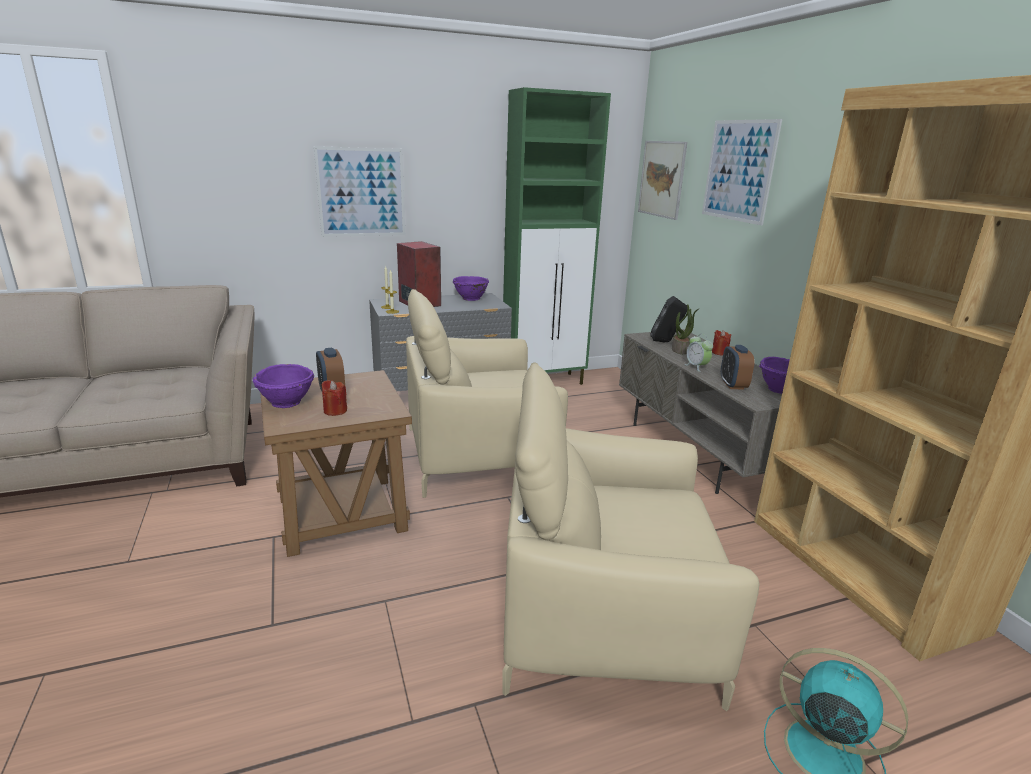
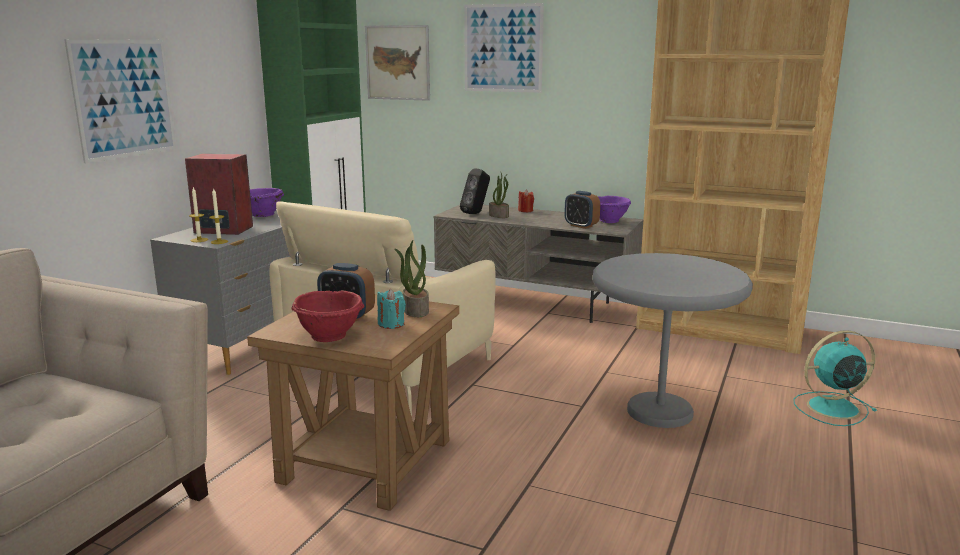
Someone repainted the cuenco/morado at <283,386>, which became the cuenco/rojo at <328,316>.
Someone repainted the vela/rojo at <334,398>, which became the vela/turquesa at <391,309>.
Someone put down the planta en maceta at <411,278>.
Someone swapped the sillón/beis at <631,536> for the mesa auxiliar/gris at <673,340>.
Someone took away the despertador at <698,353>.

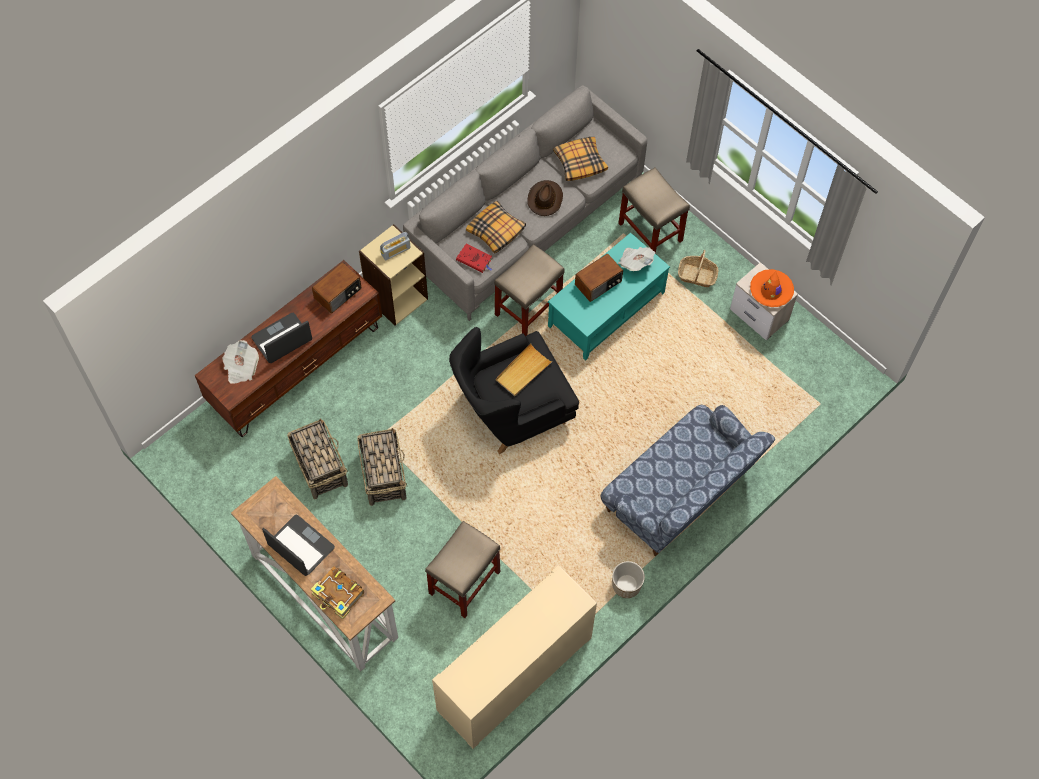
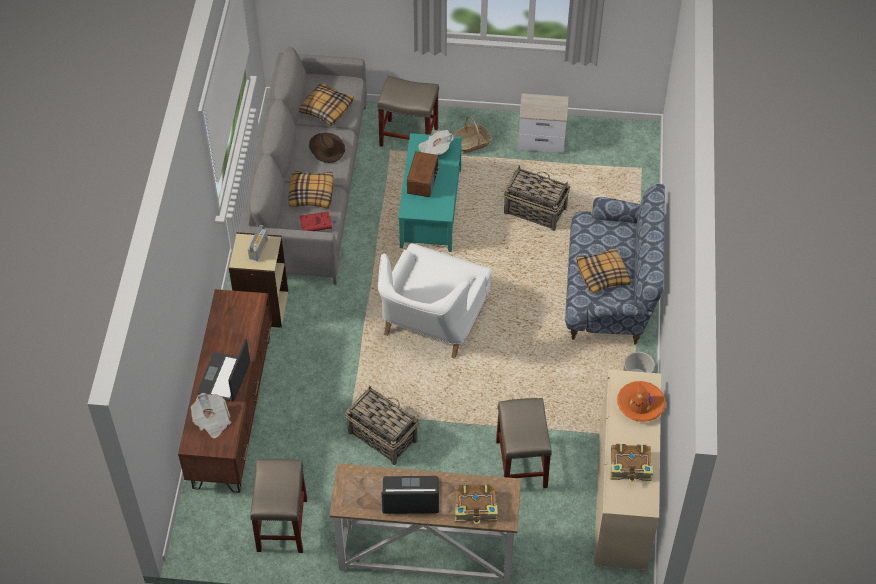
Someone carried the taburete/beis from <529,290> to <278,506>.
Someone repainted the sillón/negro at <514,390>, which became the sillón/blanco at <435,301>.
Someone carried the cesta from <317,459> to <537,198>.
Someone put down the cojín at <603,270>.
Someone put down the libro at <631,463>.
Someone carried the sombrero/naranja from <772,288> to <641,401>.
Someone took away the radio at <337,288>.
Someone took away the bandeja/beis at <524,369>.

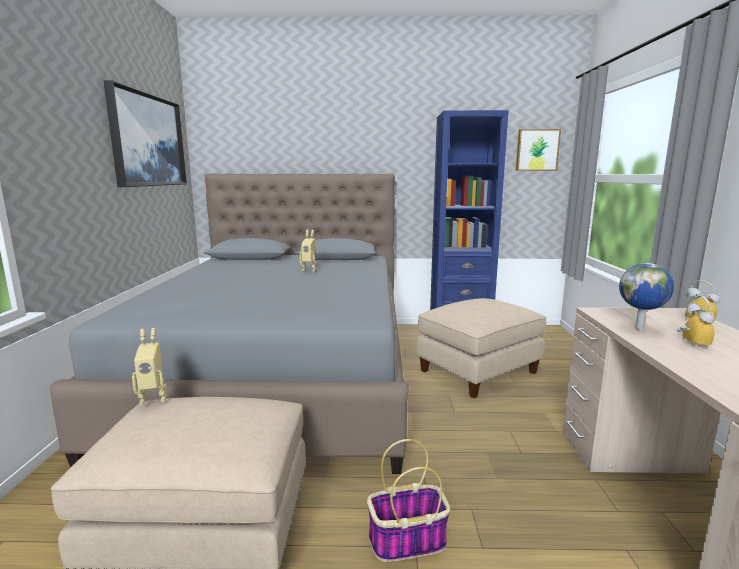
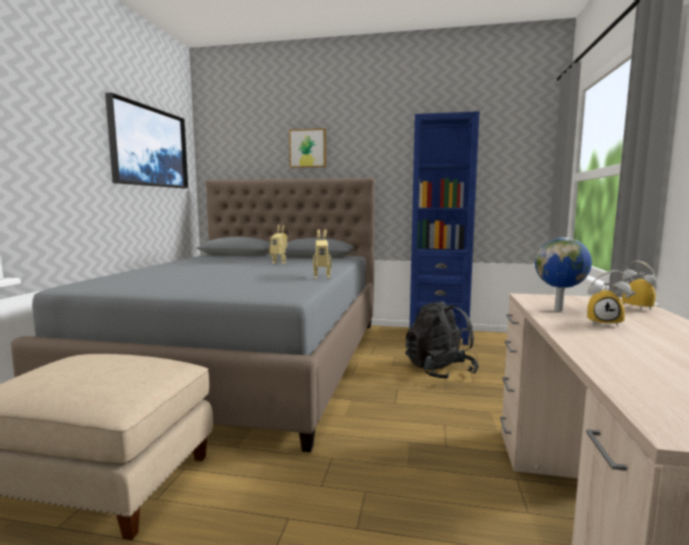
Someone carried the cuadro from <538,150> to <307,148>.
Someone carried the robot de juguete from <149,366> to <322,254>.
Someone swapped the puf/beis at <481,348> for the mochila/negro at <442,340>.
Someone rotated the despertador at <695,322> by 90 degrees clockwise.
Someone took away the cesta at <408,500>.

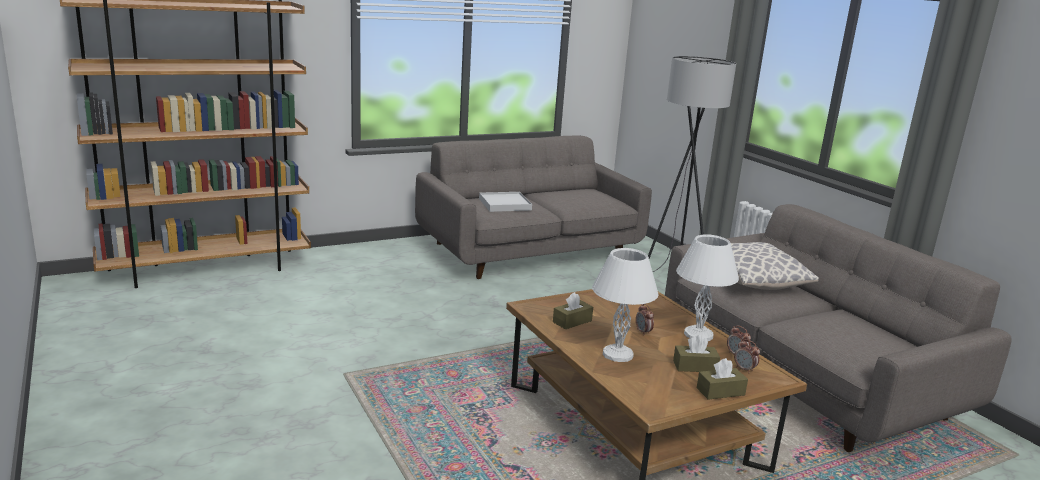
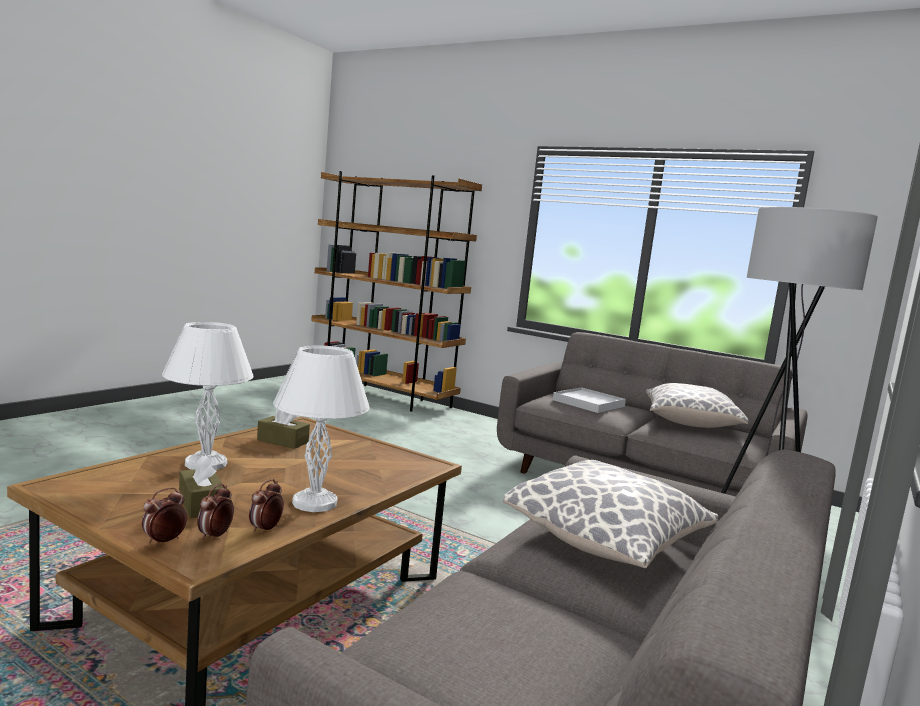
Someone carried the despertador from <645,319> to <164,516>.
Someone put down the cojín at <697,405>.
Someone took away the caja de pañuelos/marrón at <722,379>.

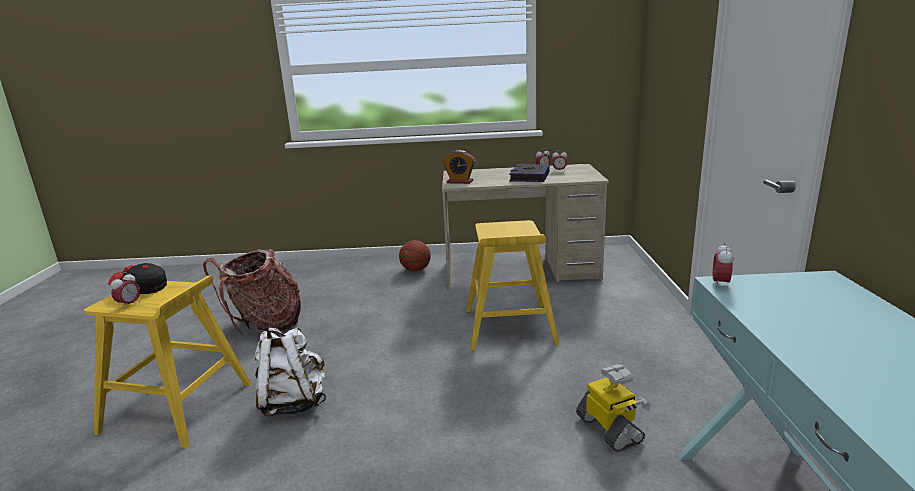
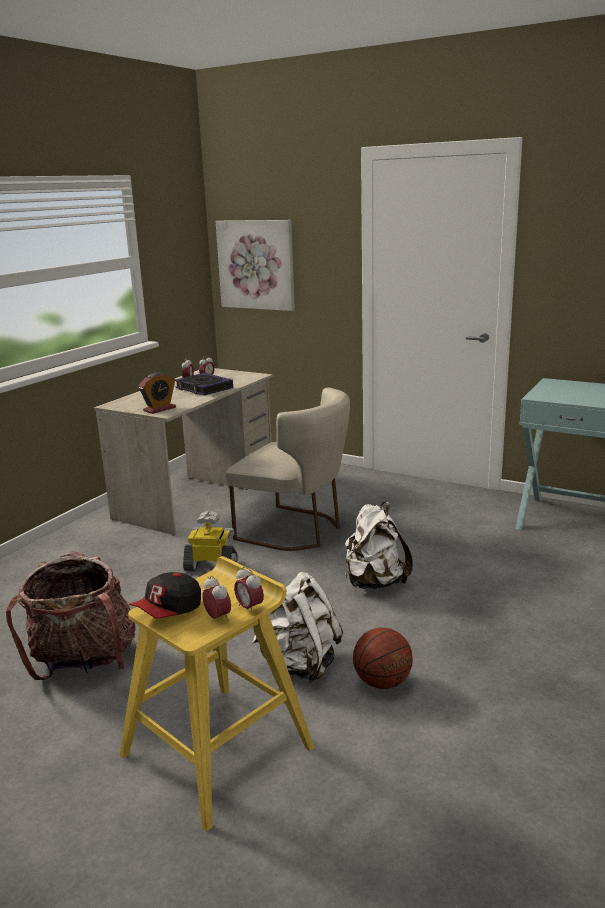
Someone carried the robot de juguete from <613,408> to <210,541>.
Someone put up the cuadro at <255,265>.
Someone swapped the taburete/amarillo at <513,285> for the silla/beis at <288,469>.
Someone carried the despertador from <723,265> to <249,590>.
Someone put down the mochila/blanco at <379,545>.
Someone carried the balón de baloncesto from <415,256> to <383,658>.

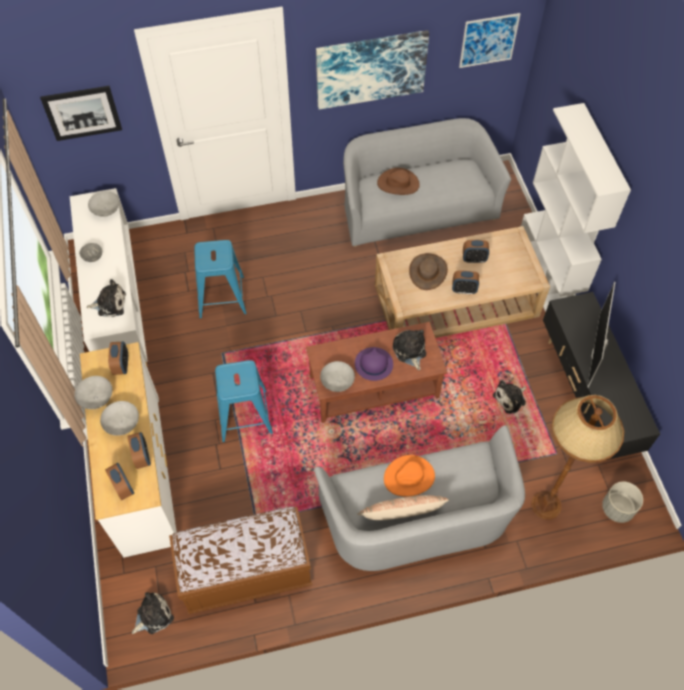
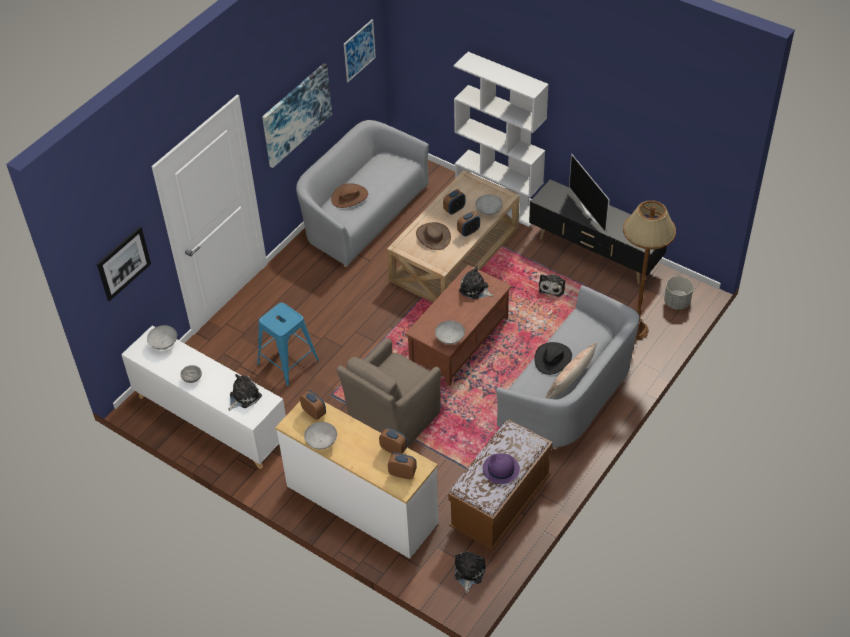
Someone swapped the taburete/azul at <244,401> for the sillón/marrón at <389,392>.
Someone carried the cuenco/gris from <119,418> to <489,204>.
Someone carried the sombrero/morado from <374,364> to <501,468>.
Someone repainted the sombrero/naranja at <409,476>, which became the sombrero/negro at <553,358>.

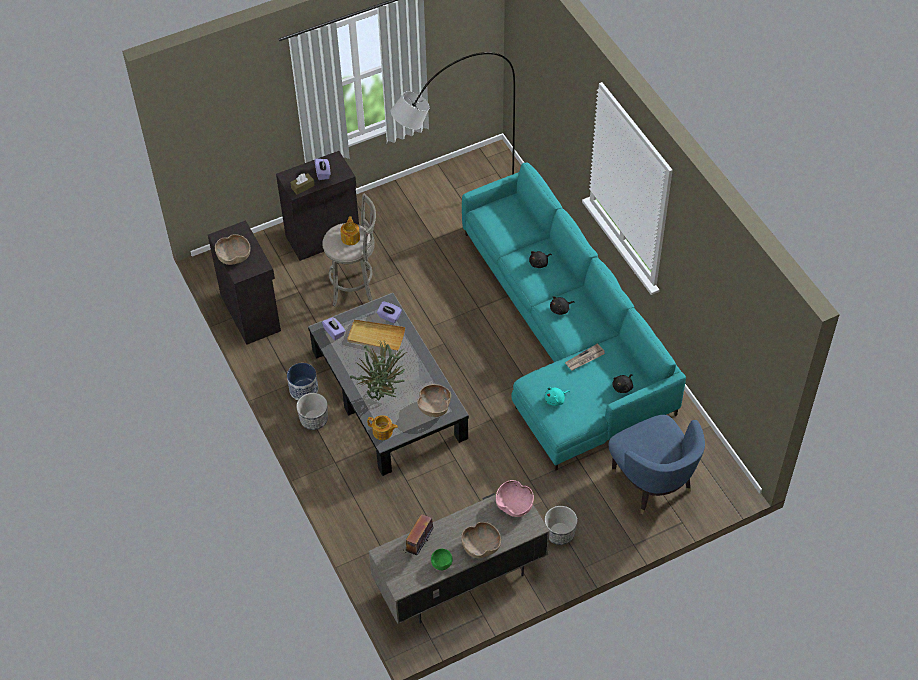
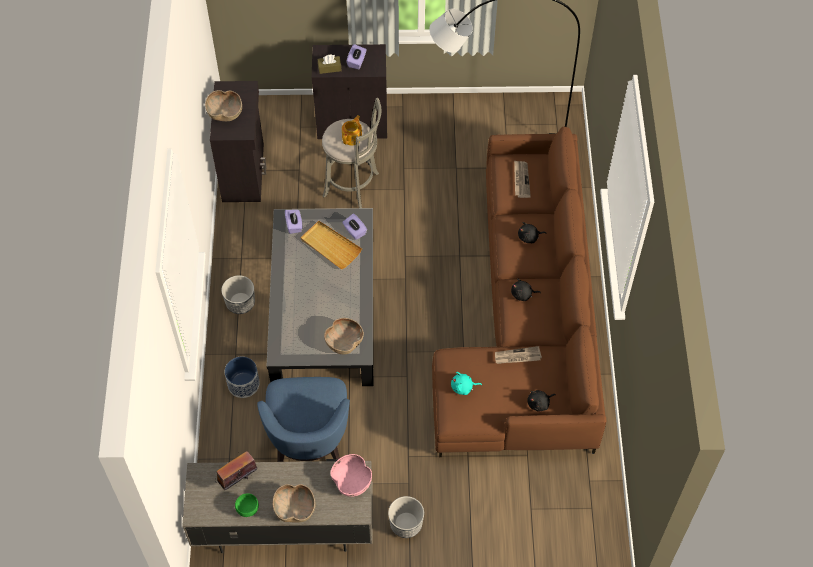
Someone carried the maceta from <302,381> to <242,377>.
Someone carried the sillón/azul from <657,464> to <303,419>.
Someone repainted the sofá/turquesa at <574,316>, which became the sofá/marrón at <519,291>.
Someone put down the periódico at <522,179>.
Someone took away the planta en maceta at <378,370>.
Someone took away the tetera at <382,427>.

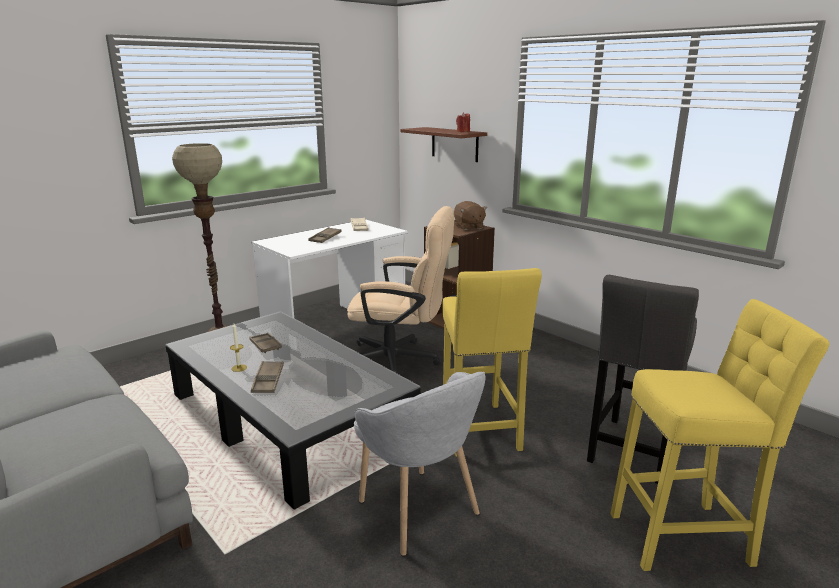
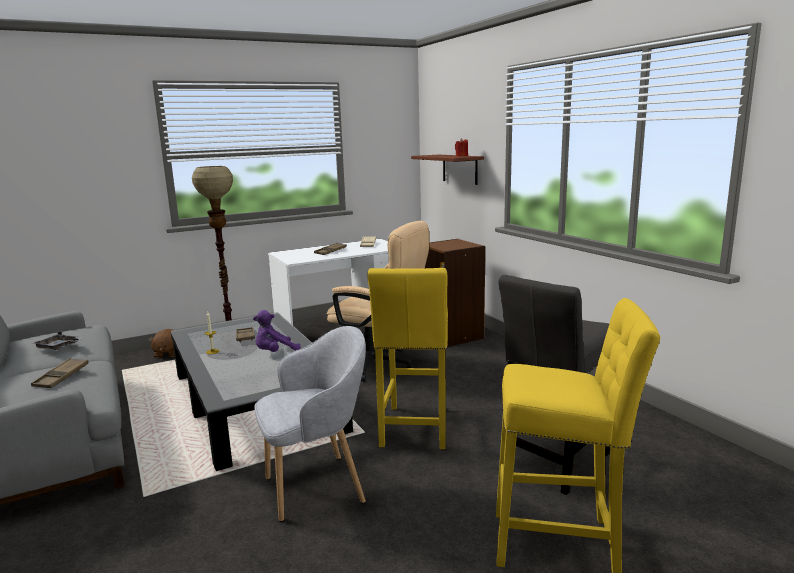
Someone carried the bandeja/marrón from <267,377> to <60,373>.
Someone put down the bandeja/gris at <57,340>.
Someone carried the peluche/marrón from <470,215> to <161,343>.
Someone put down the peluche/morado at <277,331>.
Someone rotated the sillón/gris at <419,464> by 90 degrees counterclockwise.

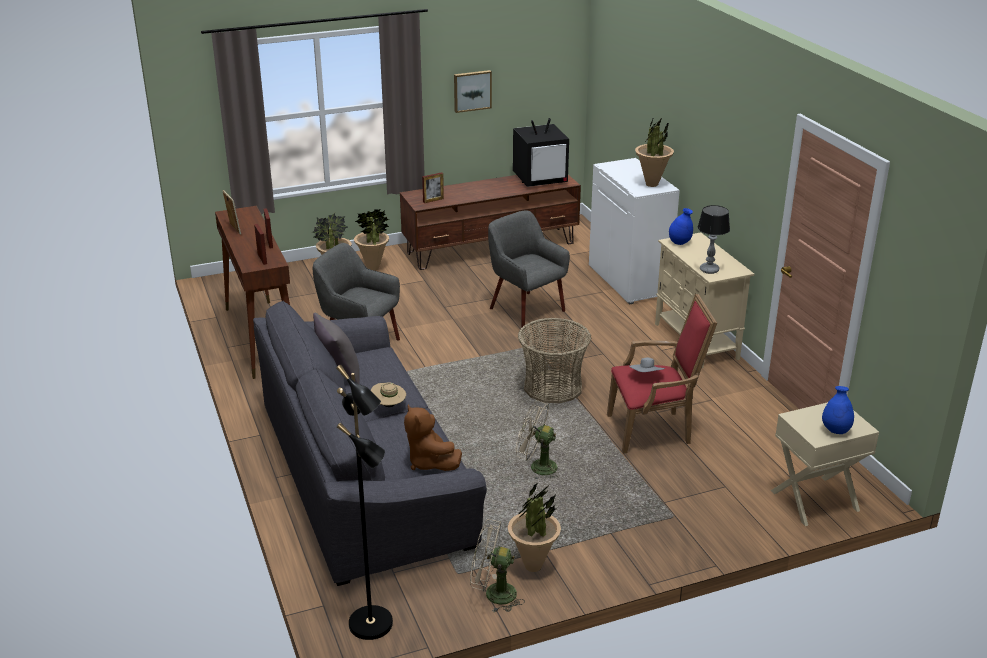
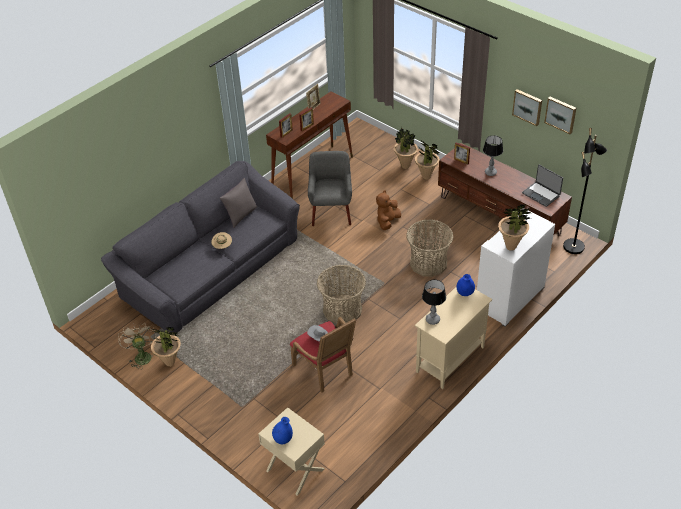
Someone carried the peluche/marrón from <433,437> to <388,210>.
Someone swapped the sillón/gris at <529,269> for the cesta at <430,248>.
Someone put down the lámpara de mesa at <493,155>.
Someone swapped the televisor at <541,152> for the portátil at <542,186>.
Someone put up the cuadro at <560,115>.
Someone carried the lámpara de pie/negro from <364,502> to <585,191>.
Someone took away the ventilador/beis at <537,440>.

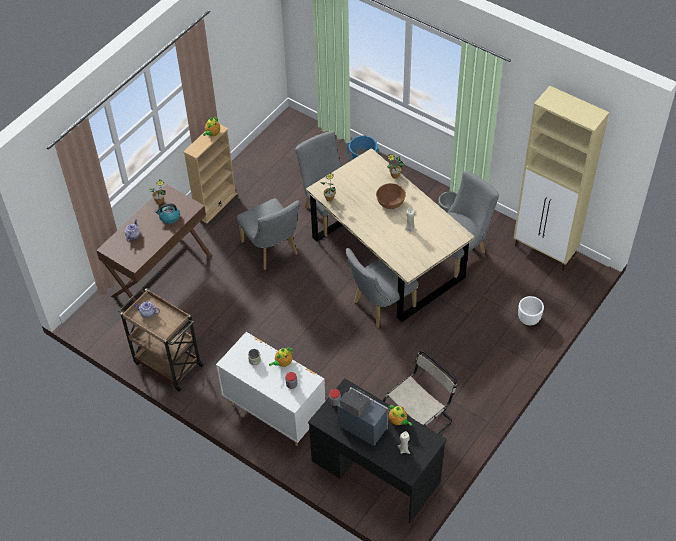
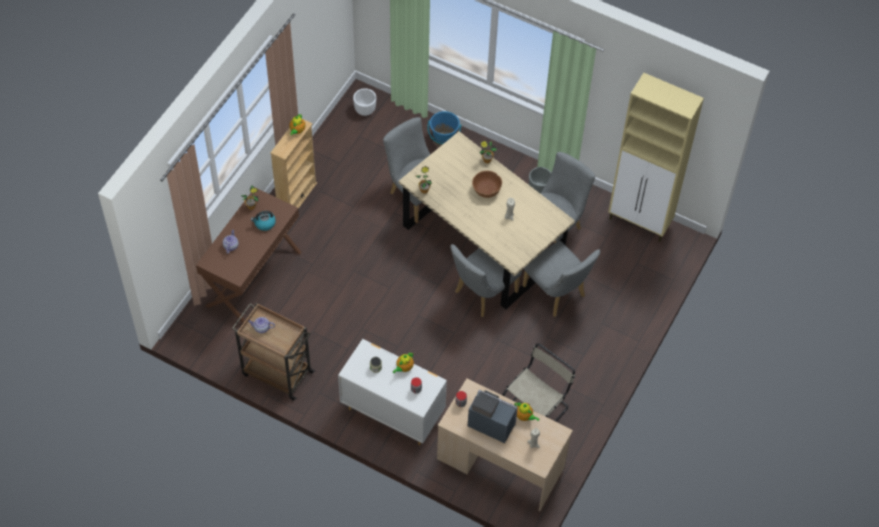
Someone carried the maceta/blanco from <531,310> to <364,102>.
Someone repainted the escritorio/negro at <377,450>, which became the escritorio/beis at <505,444>.
Someone carried the silla/gris from <268,234> to <561,279>.

